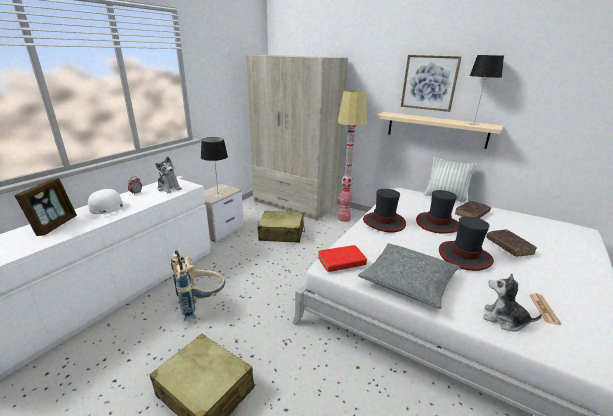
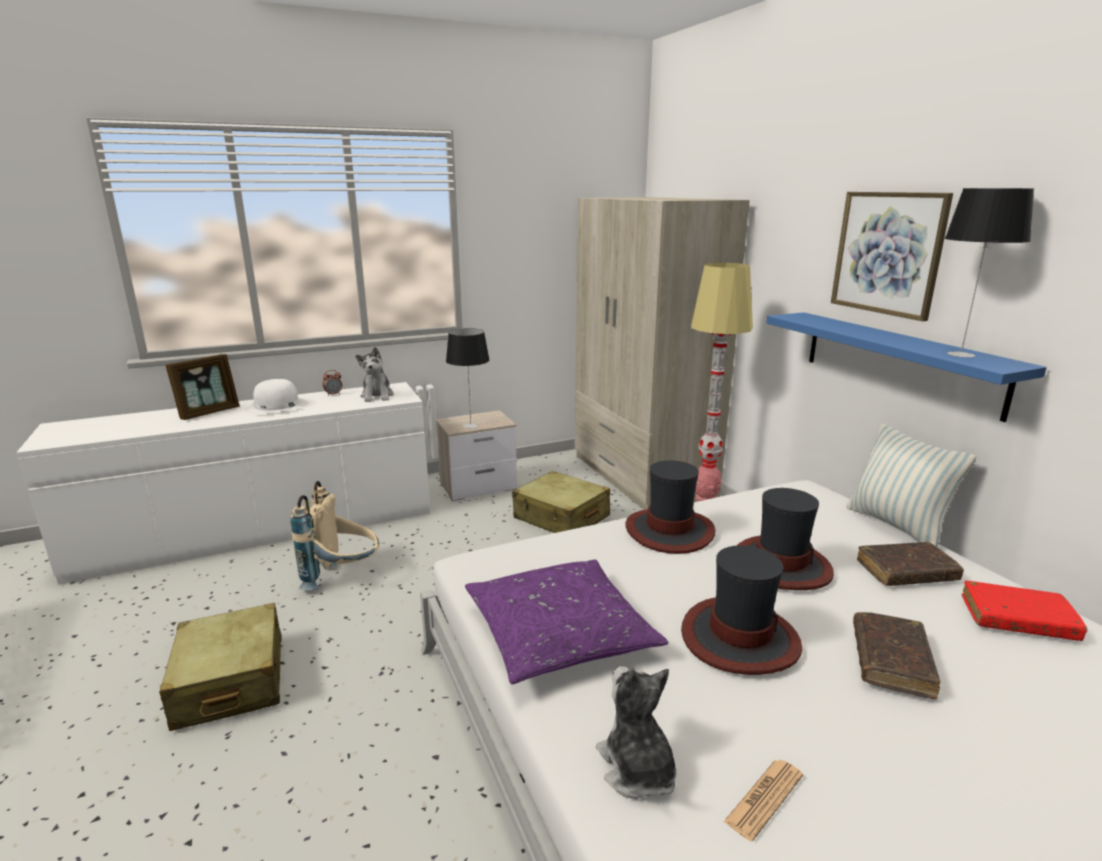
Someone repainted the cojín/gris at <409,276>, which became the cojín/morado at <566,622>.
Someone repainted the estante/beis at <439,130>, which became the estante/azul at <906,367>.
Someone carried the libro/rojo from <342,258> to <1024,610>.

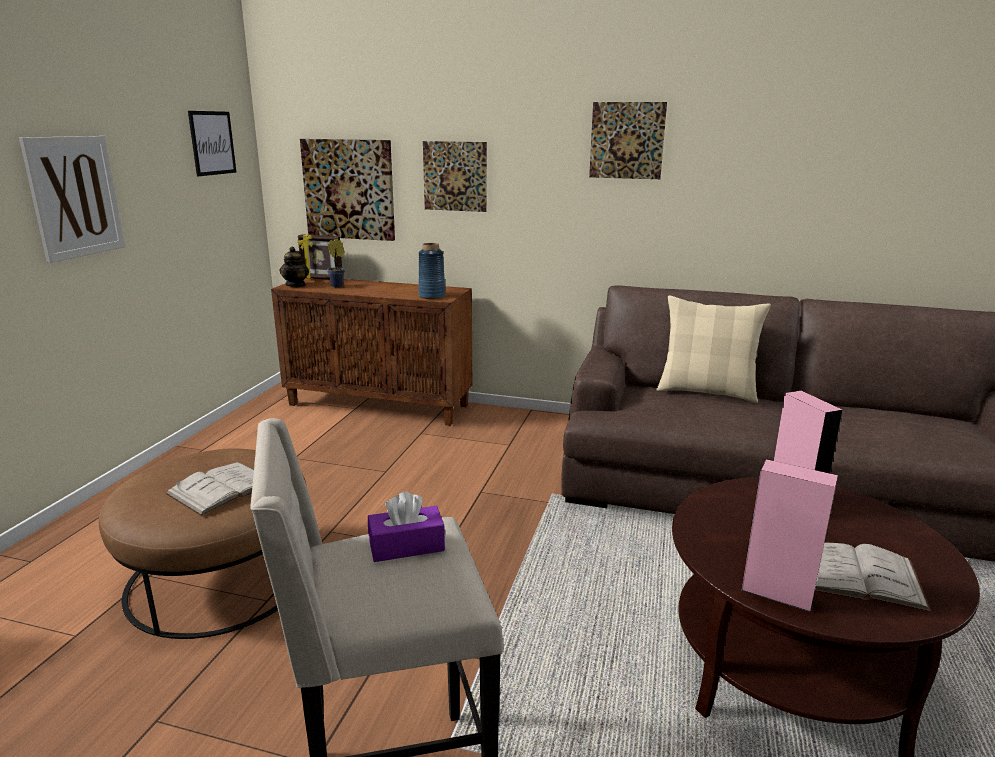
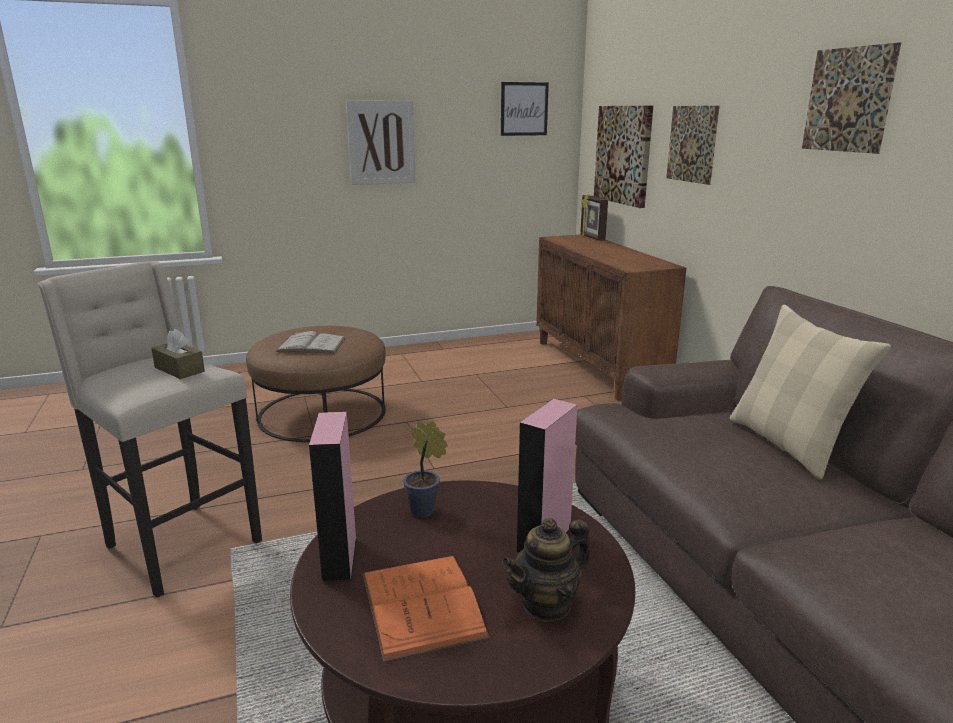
Someone repainted the caja de pañuelos/morado at <406,526>, which became the caja de pañuelos/marrón at <178,354>.
Someone repainted the libro/blanco at <873,577>, which became the libro/naranja at <426,609>.
Someone carried the planta en maceta from <336,262> to <425,469>.
Someone carried the tetera from <294,267> to <546,570>.
Someone took away the florero/azul at <432,271>.

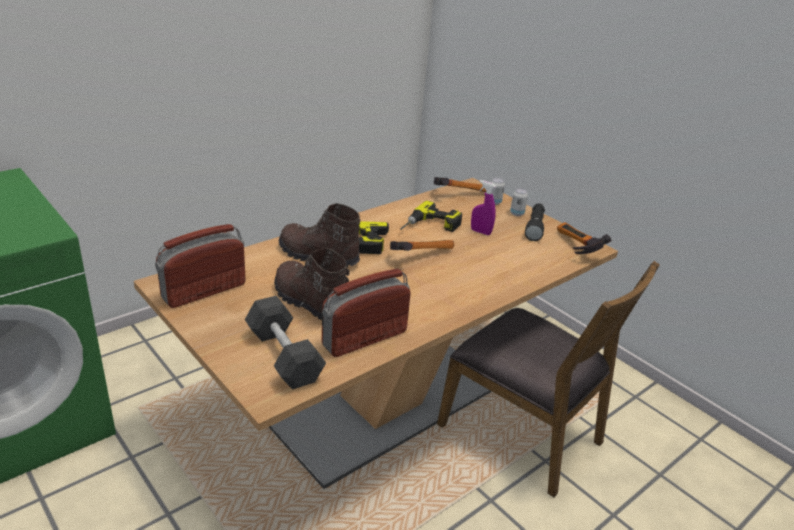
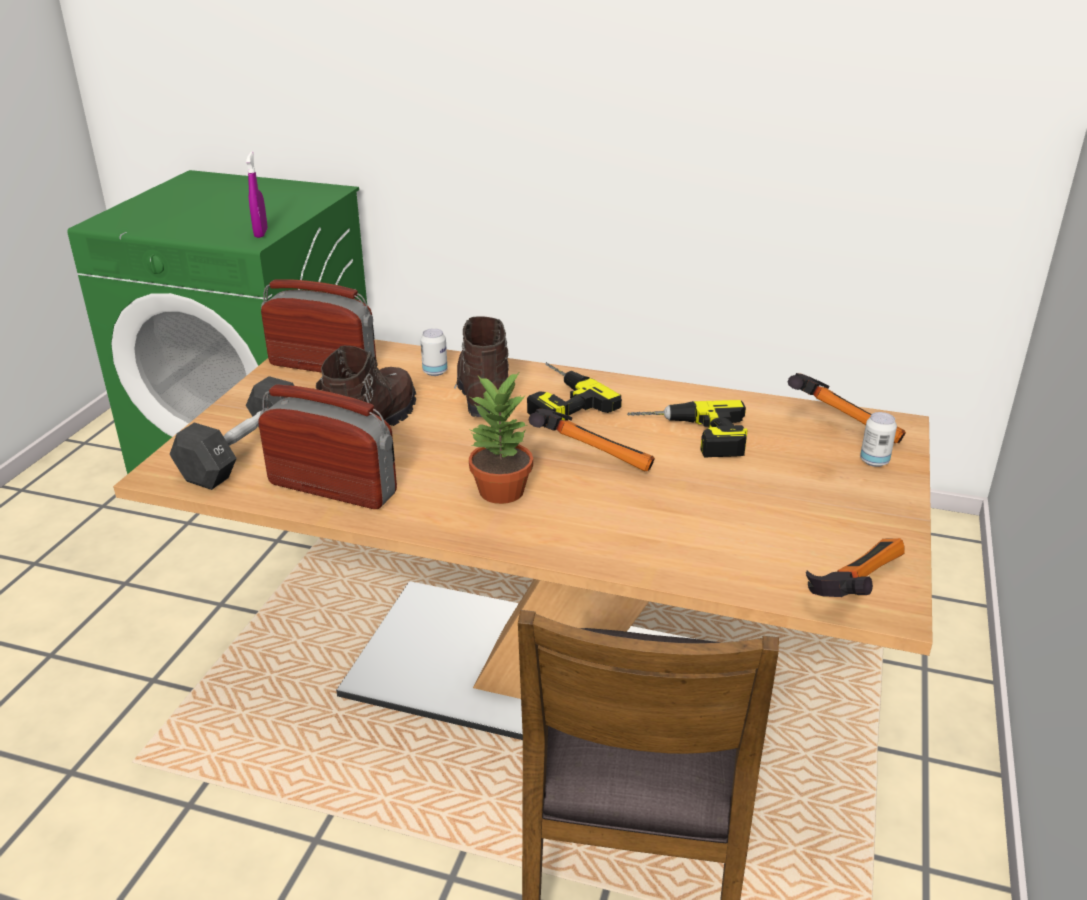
Someone carried the pulverizador/morado from <483,207> to <257,195>.
Someone carried the lata from <519,202> to <434,352>.
Someone put down the planta en maceta at <501,437>.
Someone took away the linterna/negro at <535,222>.

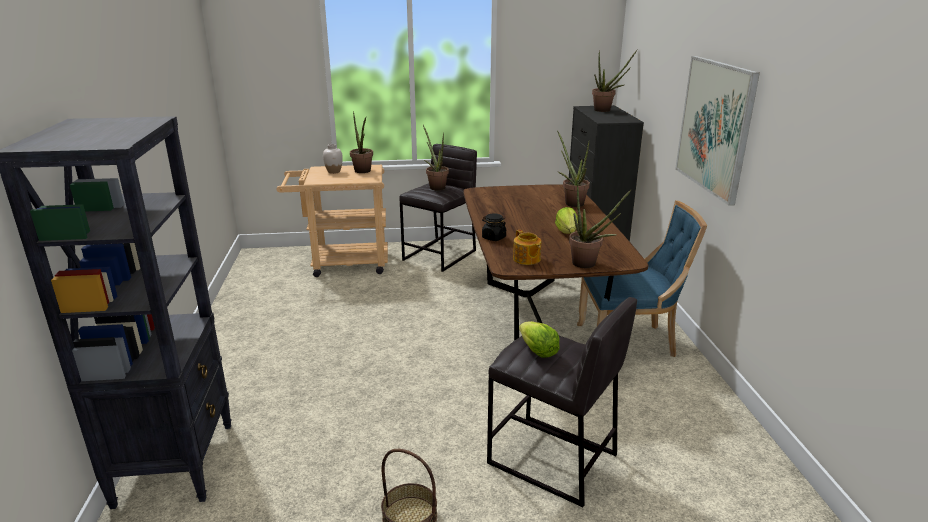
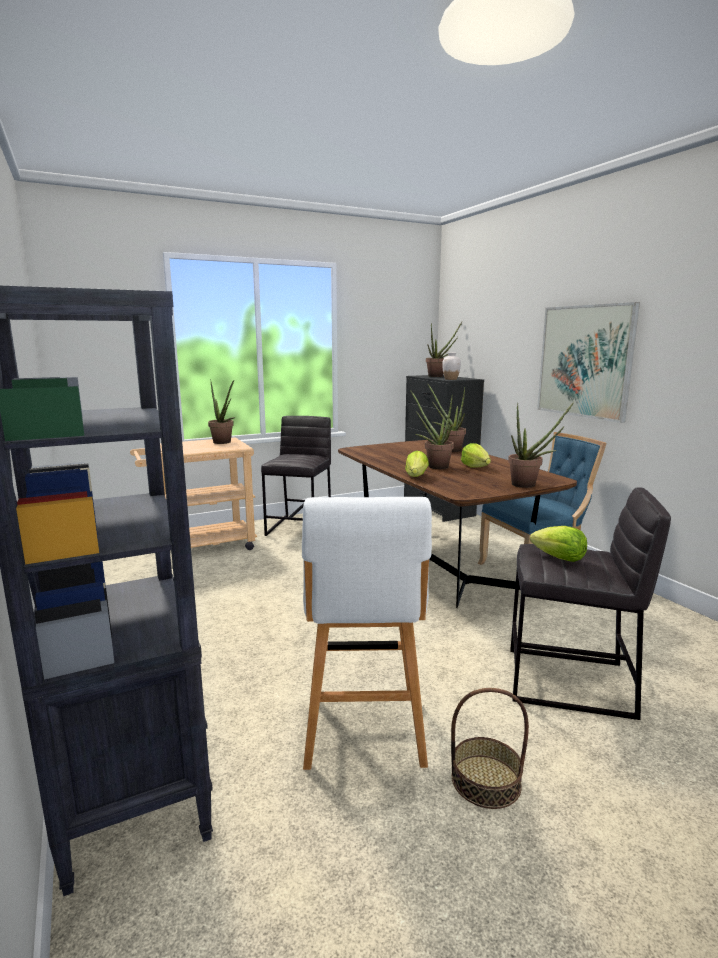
Someone put down the taburete/blanco at <367,633>.
Someone swapped the tarro/negro at <494,227> for the lechuga at <417,464>.
Someone carried the planta en maceta from <436,157> to <432,429>.
Someone carried the florero/blanco from <333,159> to <451,366>.
Someone took away the tetera at <527,247>.

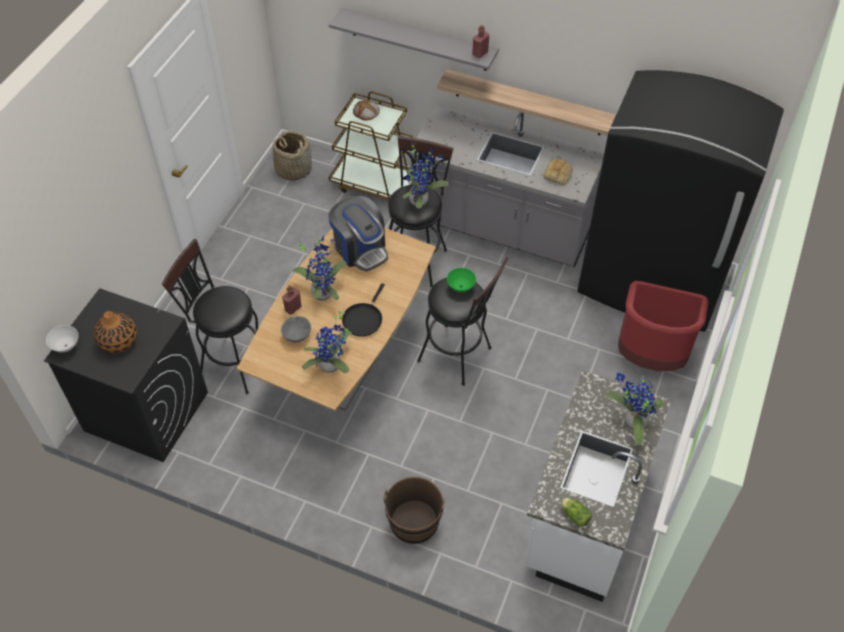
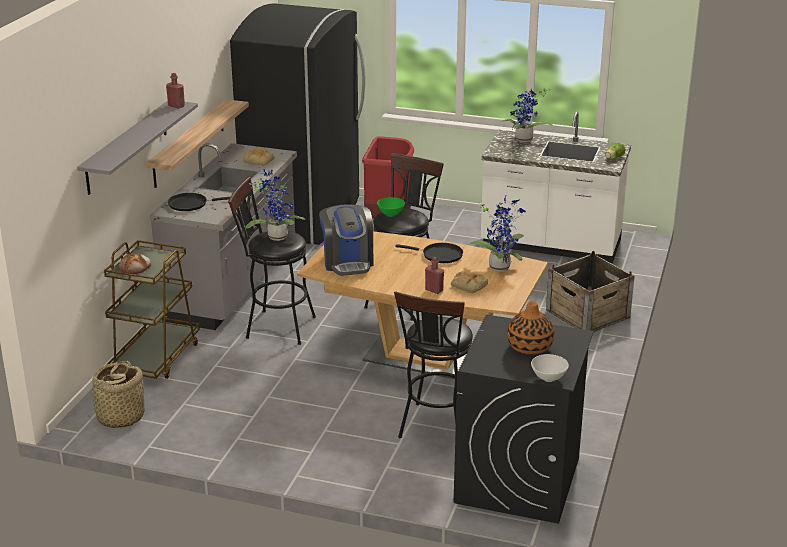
Someone put down the sartén/negro at <199,202>.
Someone rotated the cafetera at <358,234> by 120 degrees clockwise.
Someone swapped the cuenco/gris at <296,329> for the pan at <469,282>.
Someone swapped the cubo/marrón at <414,510> for the caja de embalaje at <590,291>.
Someone took away the planta en maceta at <320,268>.

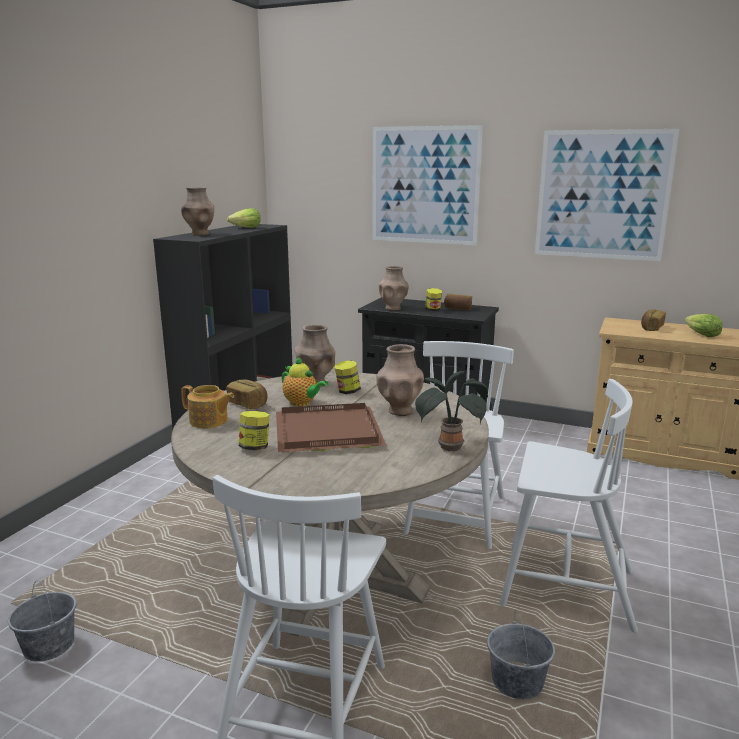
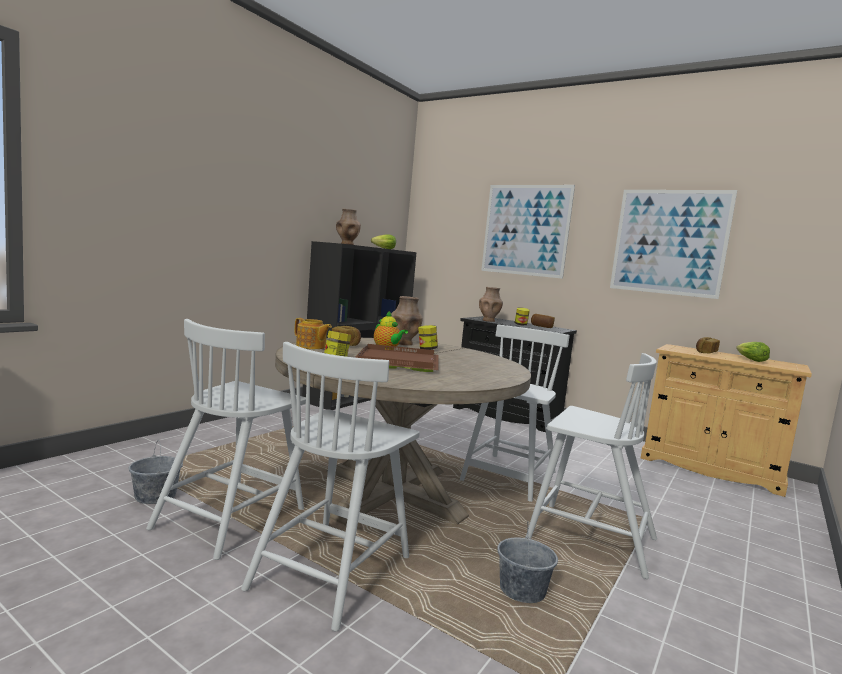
Someone put down the silla/blanco at <226,439>.
Someone took away the florero/marrón at <400,380>.
Someone took away the planta en maceta at <451,411>.

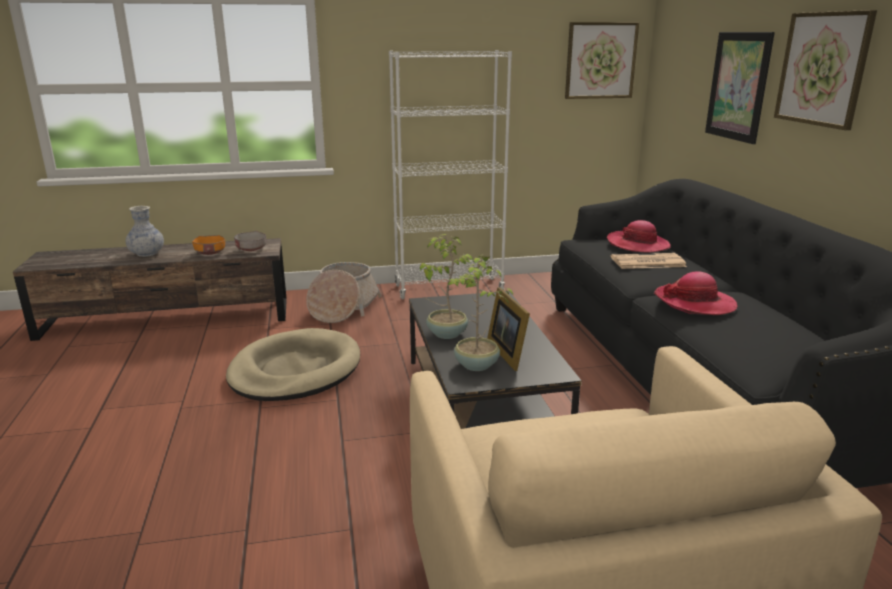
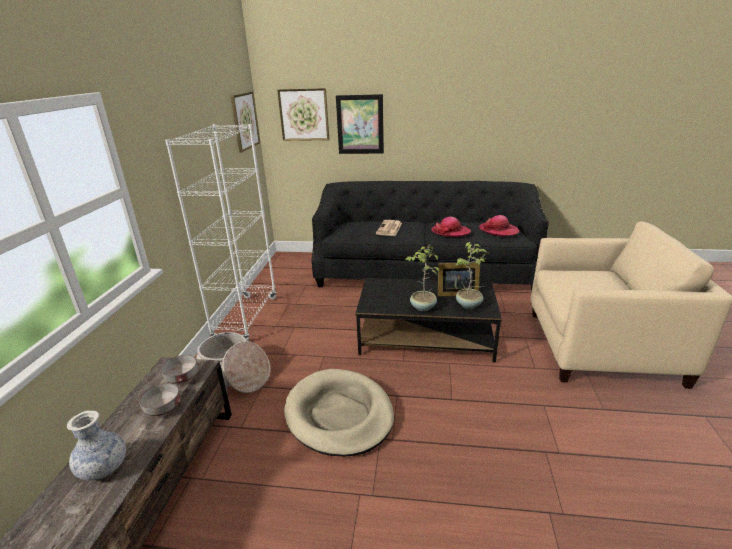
Someone repainted the cuenco/naranja at <208,245>, which became the cuenco/gris at <159,399>.
Someone carried the cuadro from <825,70> to <303,114>.
Someone carried the sombrero from <639,236> to <499,225>.

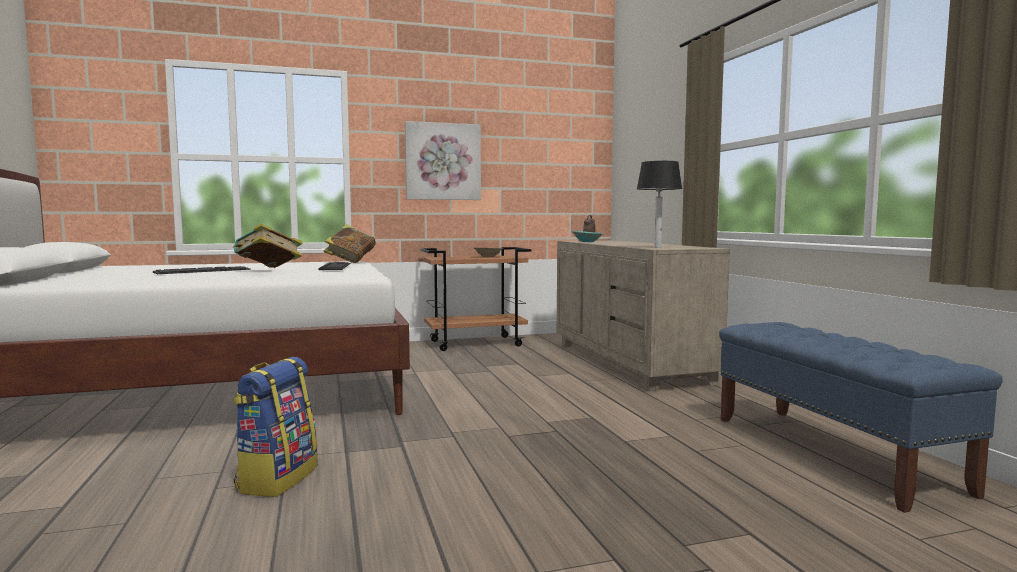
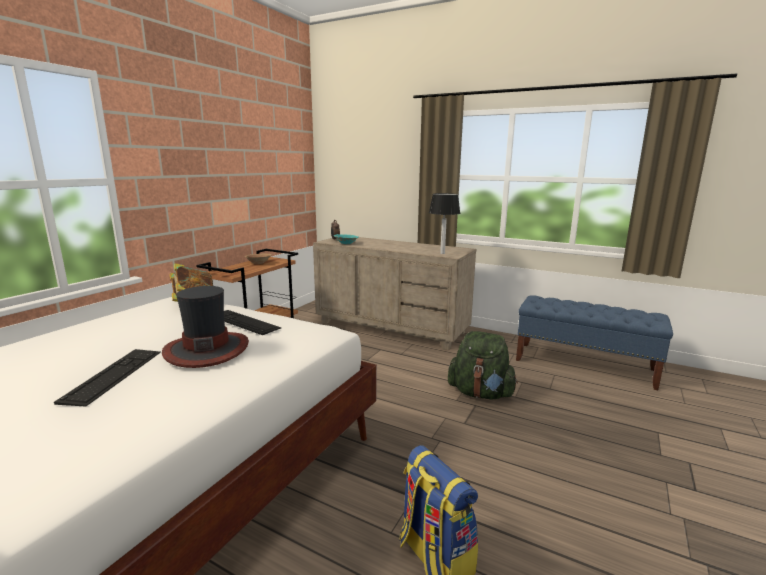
Someone swapped the libro at <268,246> for the sombrero at <205,327>.
Someone put down the mochila/verde at <483,365>.
Someone took away the cuadro at <443,160>.

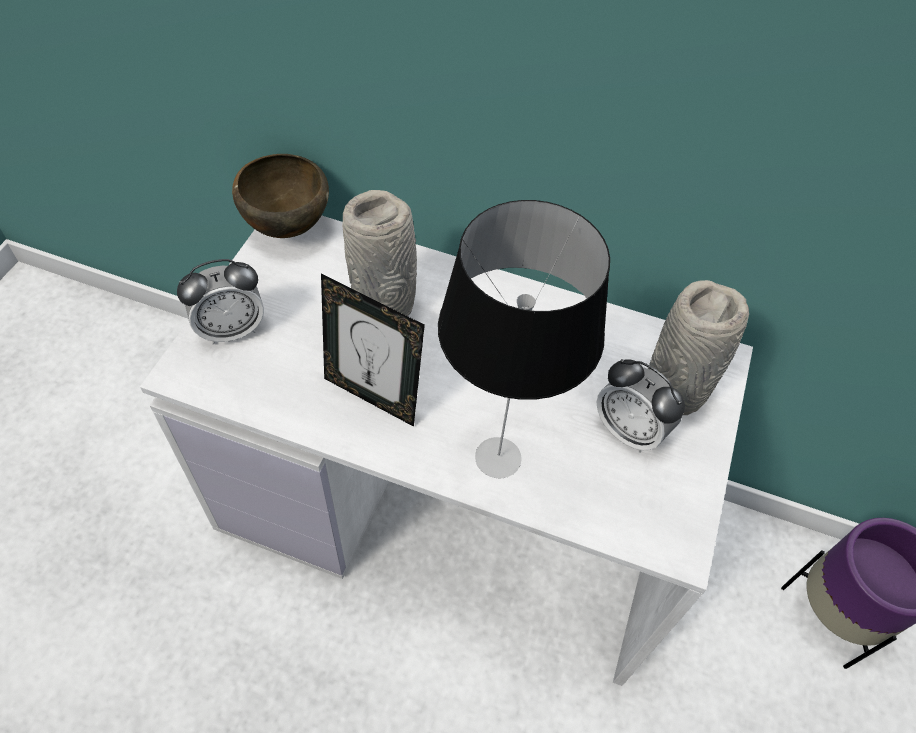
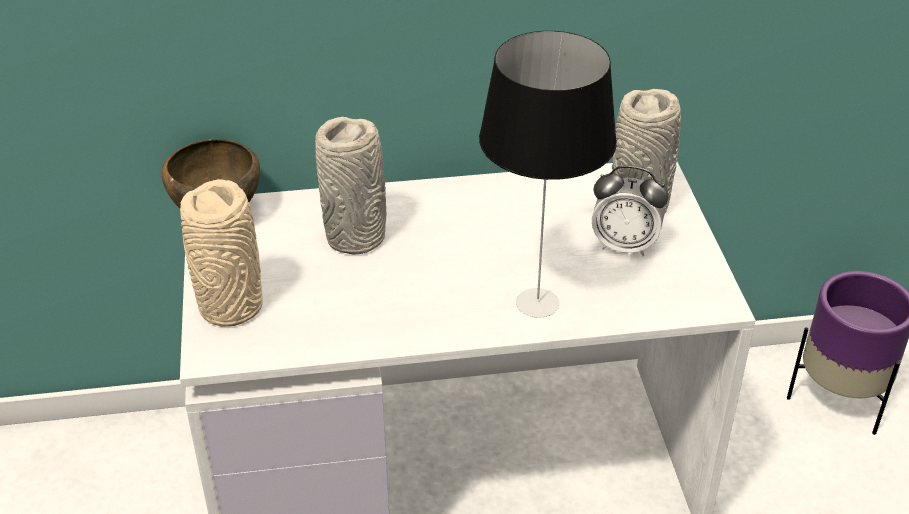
Someone swapped the despertador at <220,301> for the florero/beis at <221,253>.
Someone took away the portarretratos at <373,350>.

